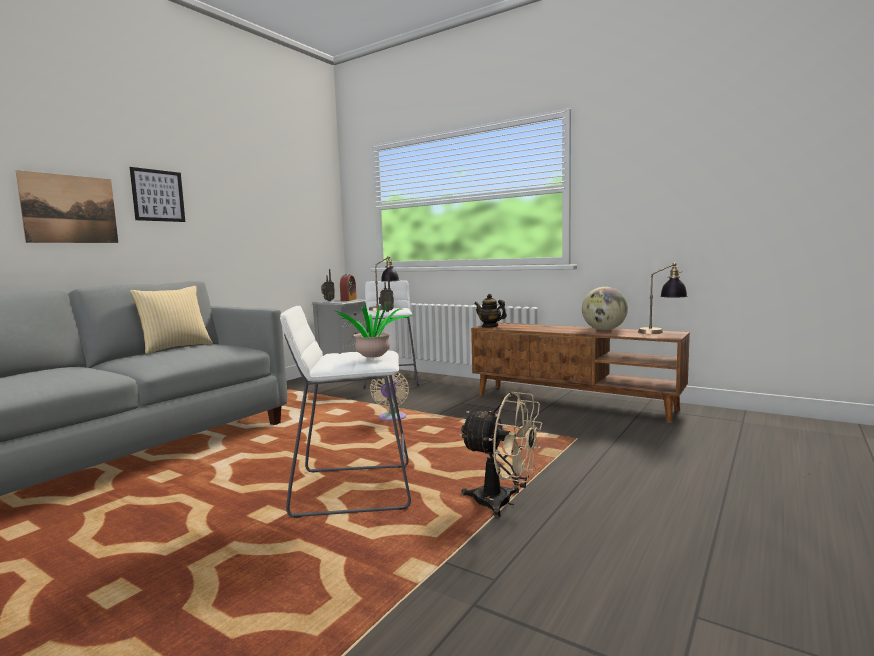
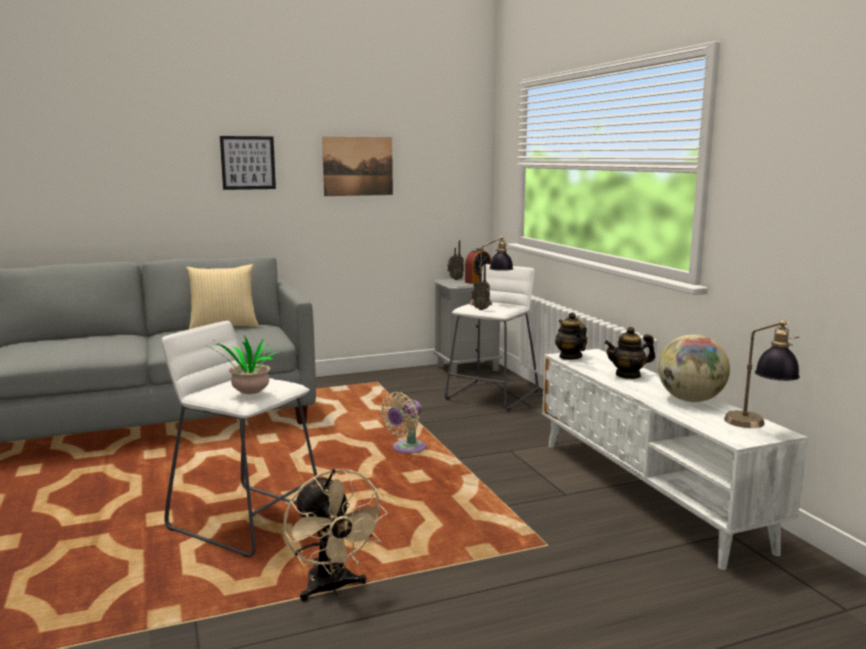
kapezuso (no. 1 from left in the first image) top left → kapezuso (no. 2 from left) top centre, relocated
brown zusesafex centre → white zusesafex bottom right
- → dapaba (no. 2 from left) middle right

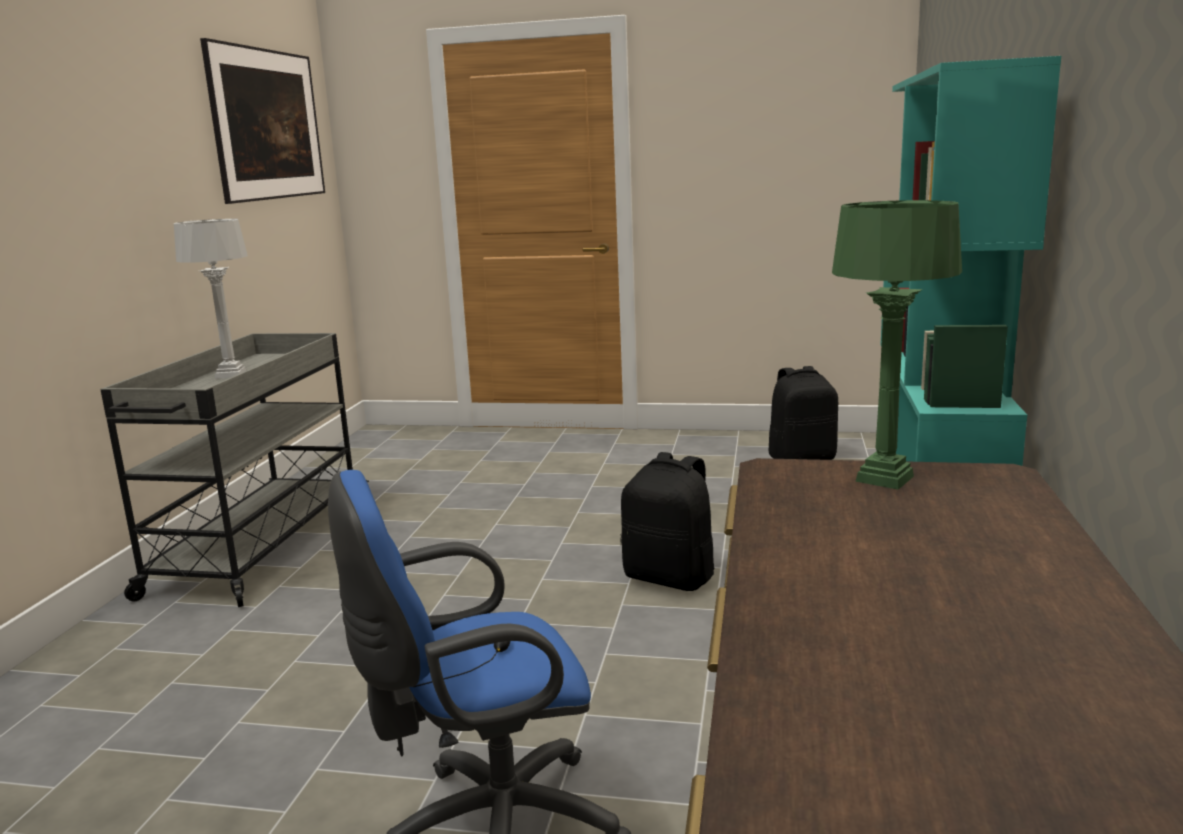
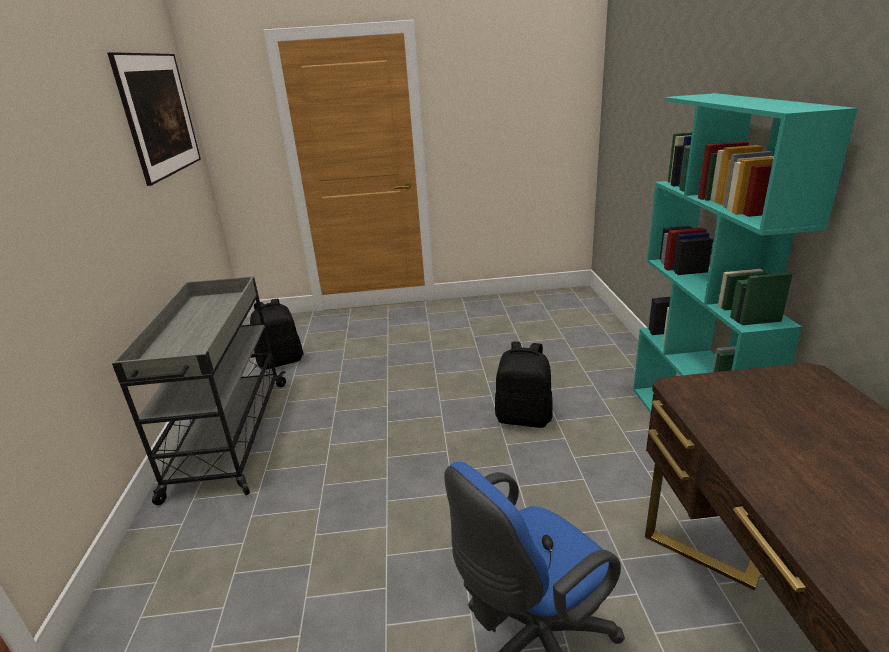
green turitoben middle right → -
grey turitoben middle left → -
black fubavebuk (no. 2 from left in the first image) middle right → black fubavebuk (no. 1 from left) middle left, relocated

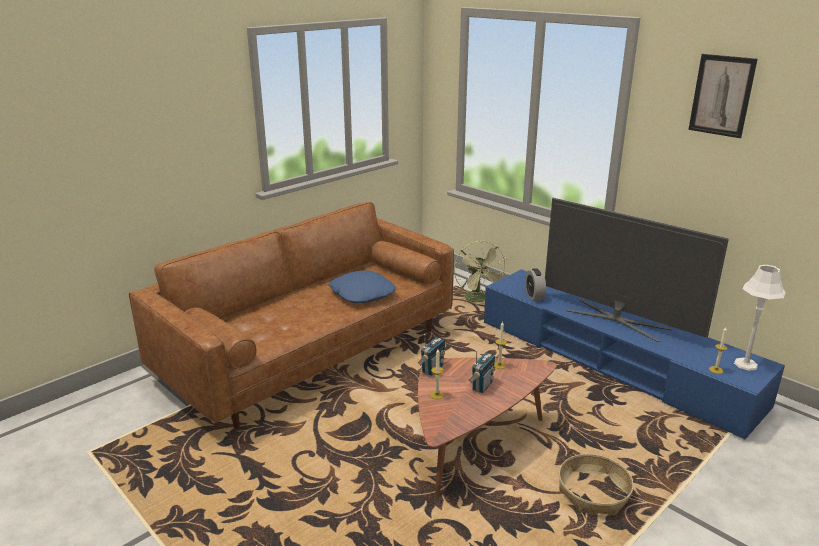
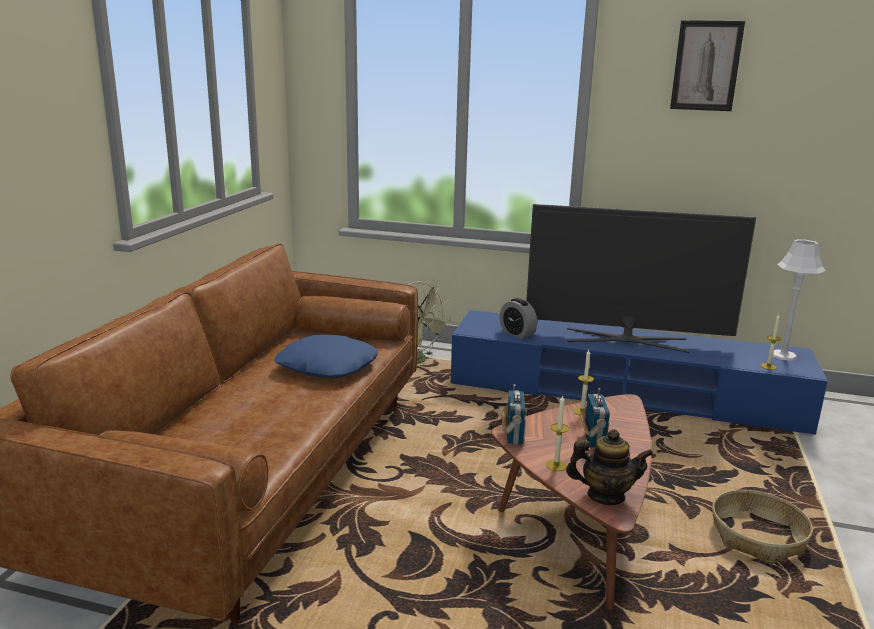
- → dapaba bottom right

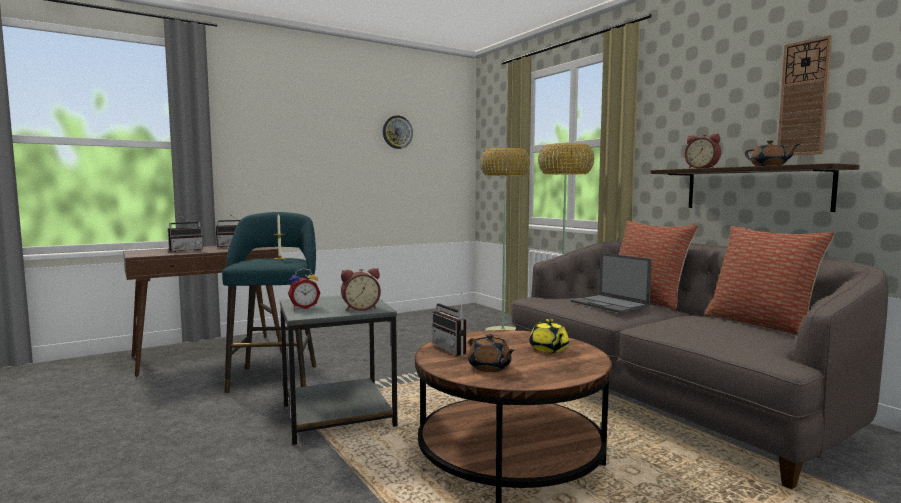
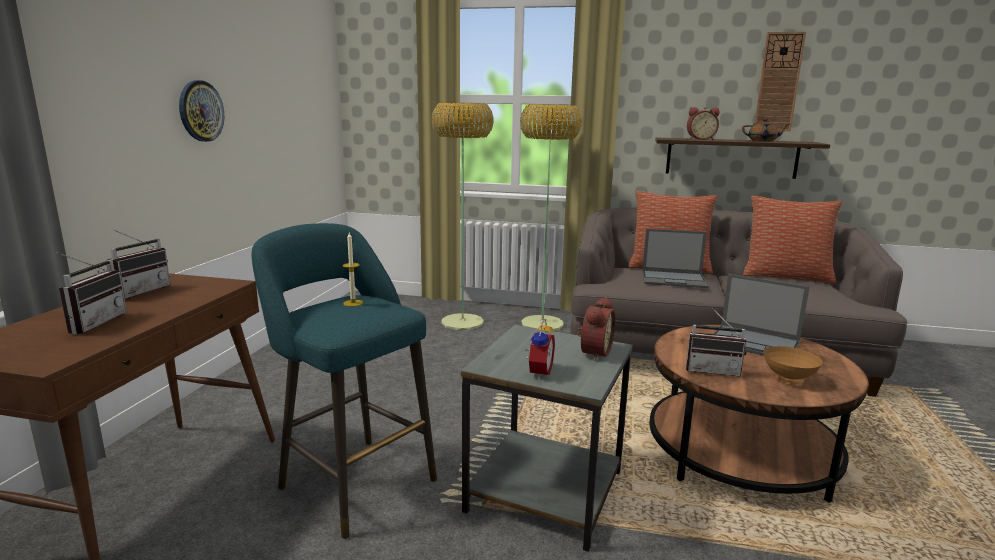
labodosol (no. 1 from left) top centre → labodosol (no. 1 from left) top left, relocated
yellow dapaba bottom centre → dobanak (no. 2 from left) middle right
brown dapaba (no. 1 from left) bottom centre → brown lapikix middle right

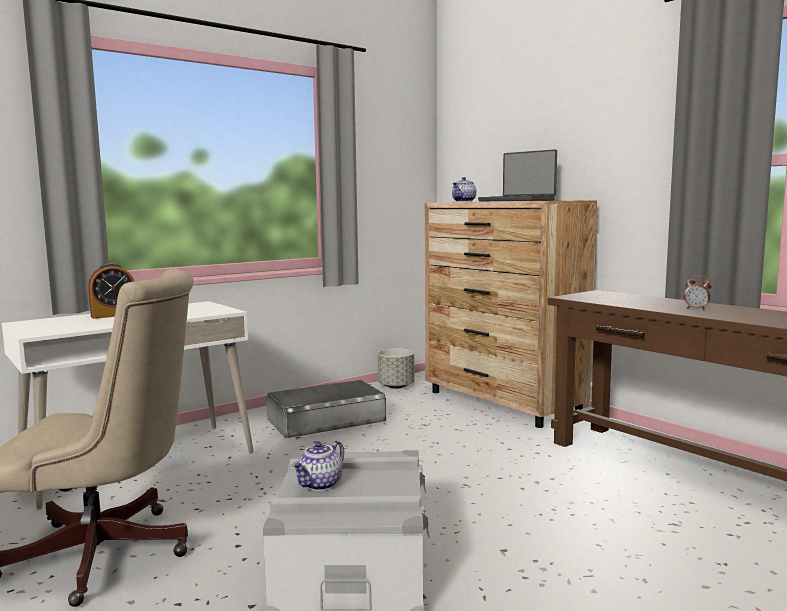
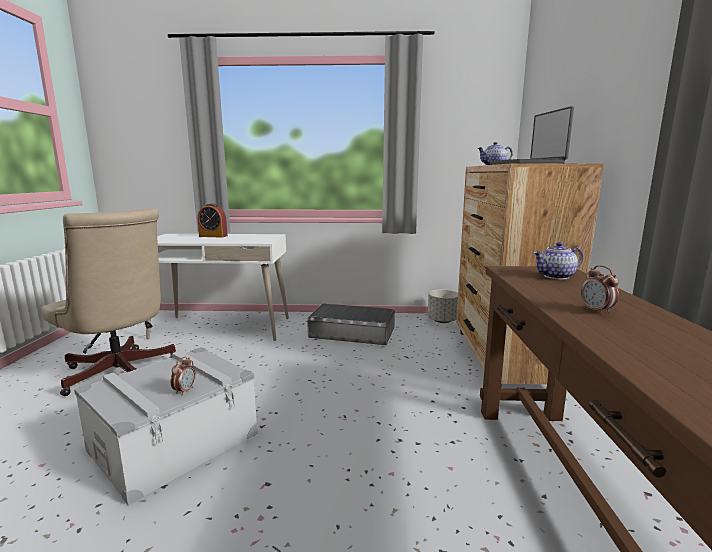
dapaba (no. 1 from left in the first image) bottom centre → dapaba (no. 2 from left) middle right, relocated
- → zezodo (no. 1 from left) bottom left

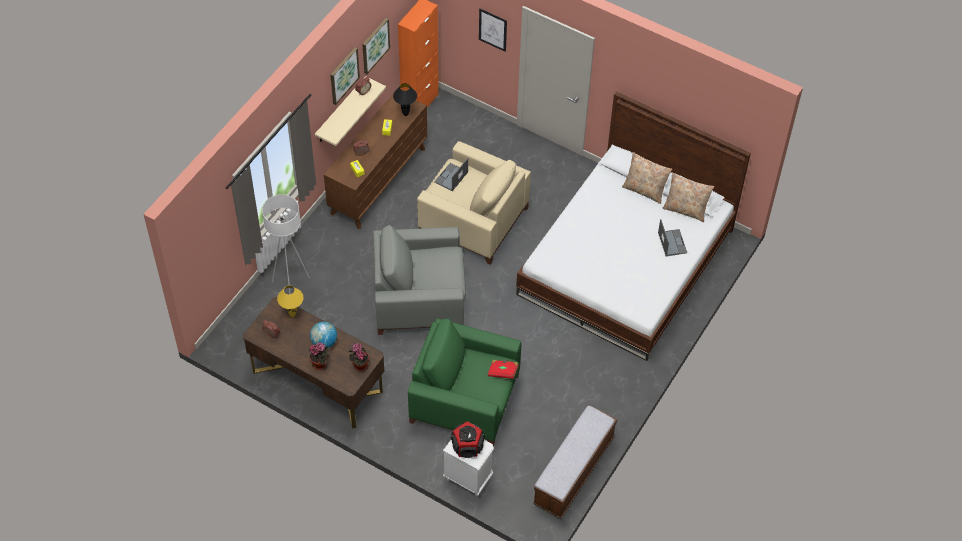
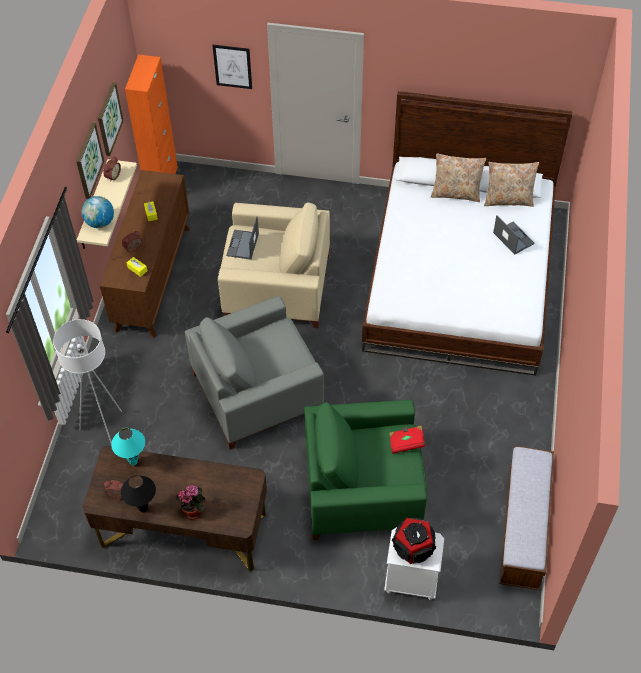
black turitoben top centre → black turitoben bottom left, relocated
yellow turitoben middle left → turquoise turitoben middle left
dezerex centre → dezerex top left, relocated
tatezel (no. 2 from left) centre → -

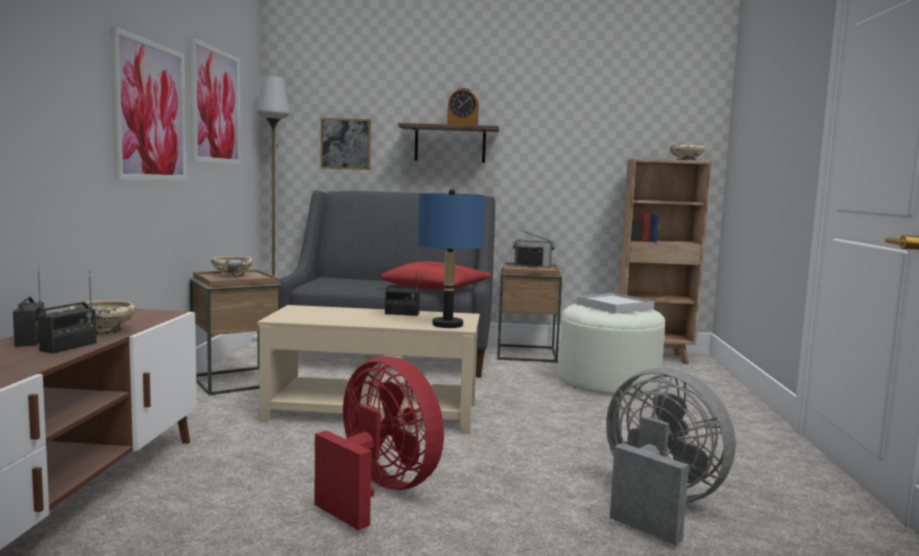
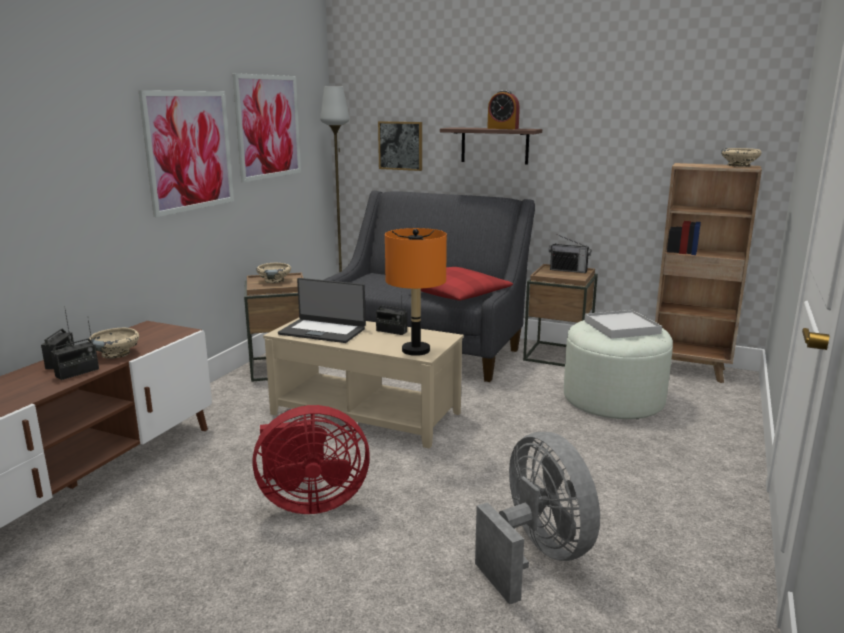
blue turitoben centre → orange turitoben centre
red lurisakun bottom centre, 105 degrees clockwise
- → dobanak centre

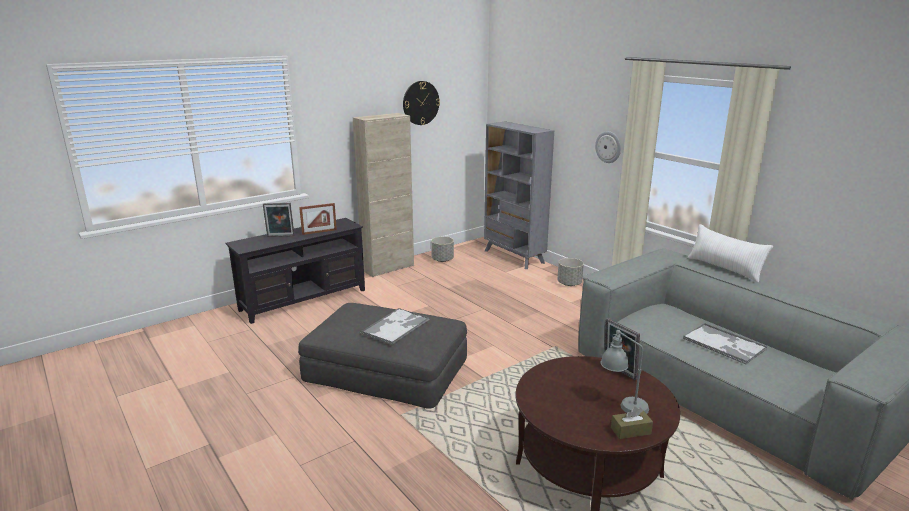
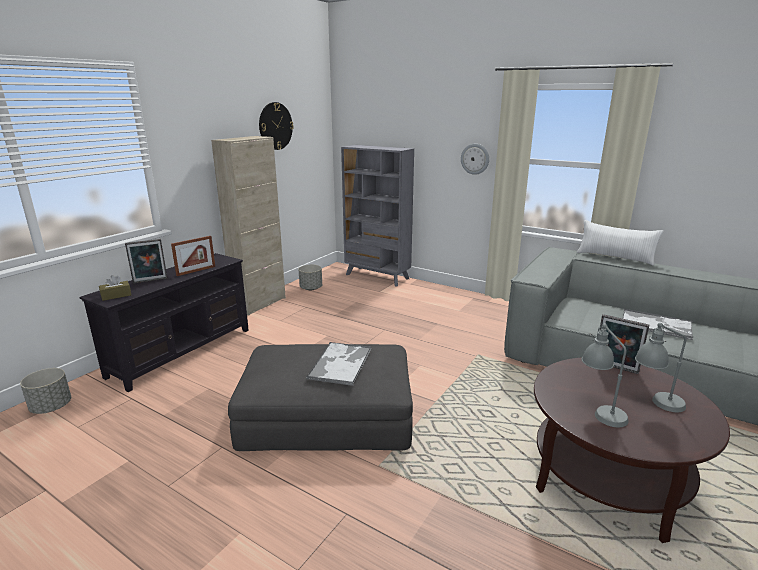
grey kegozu (no. 2 from left in the first image) centre → grey kegozu (no. 1 from left) bottom left, relocated
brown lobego bottom right → brown lobego middle left, relocated
- → grey turitoben (no. 1 from left) middle right

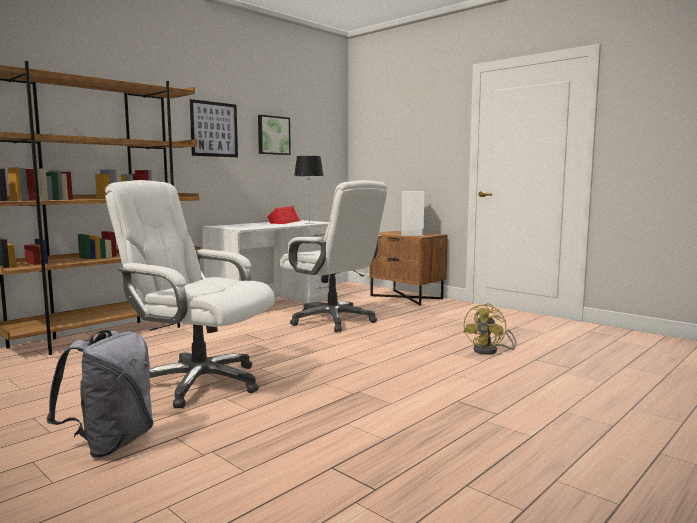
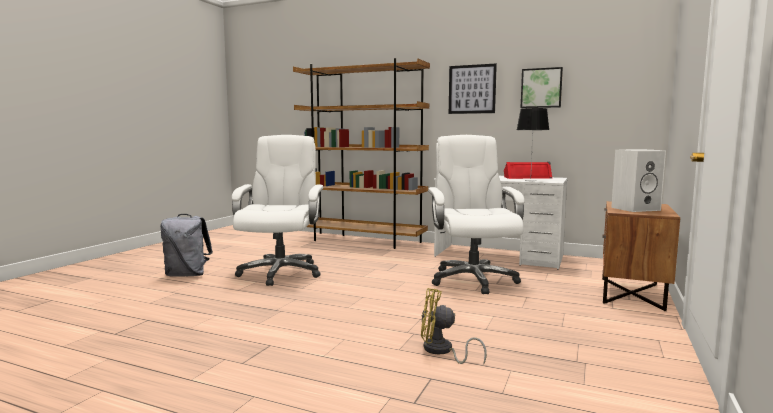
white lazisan (no. 2 from left) centre, 150 degrees clockwise

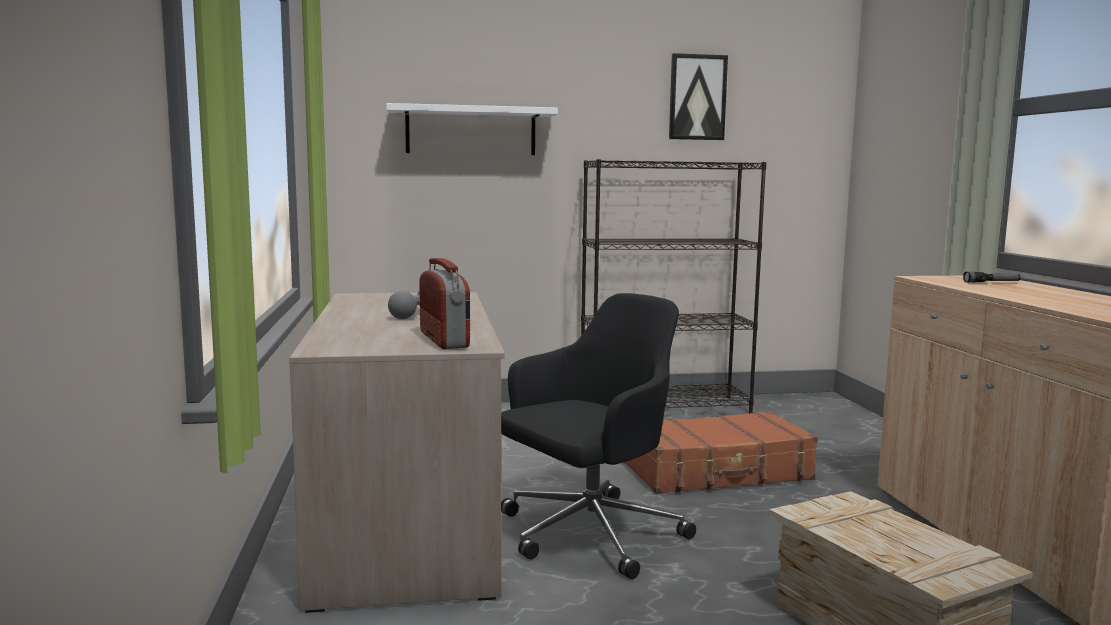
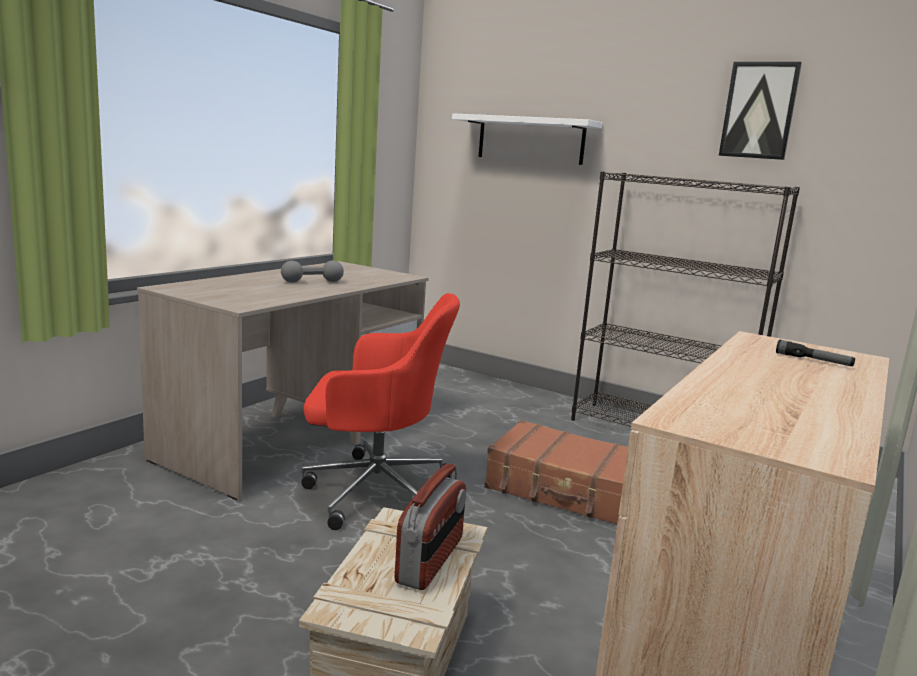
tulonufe centre → tulonufe bottom centre, relocated
black lazisan bottom centre → red lazisan centre

